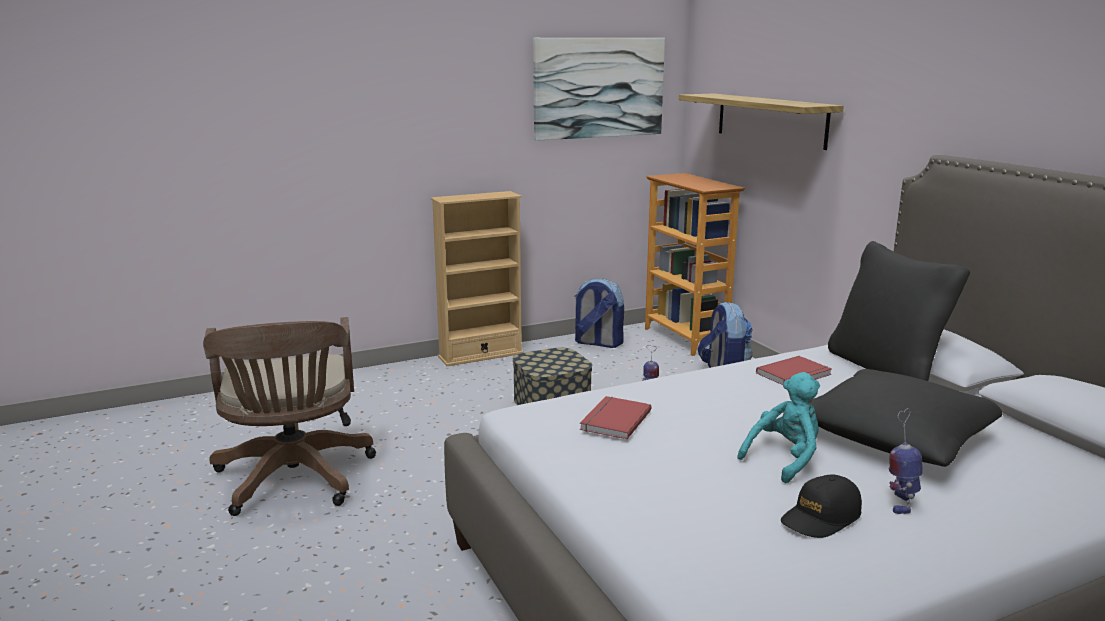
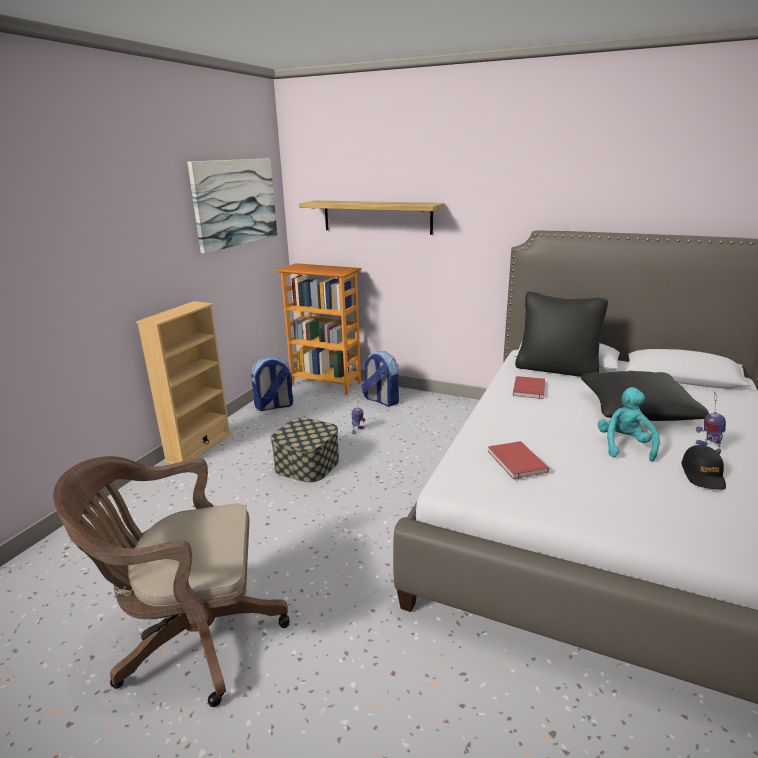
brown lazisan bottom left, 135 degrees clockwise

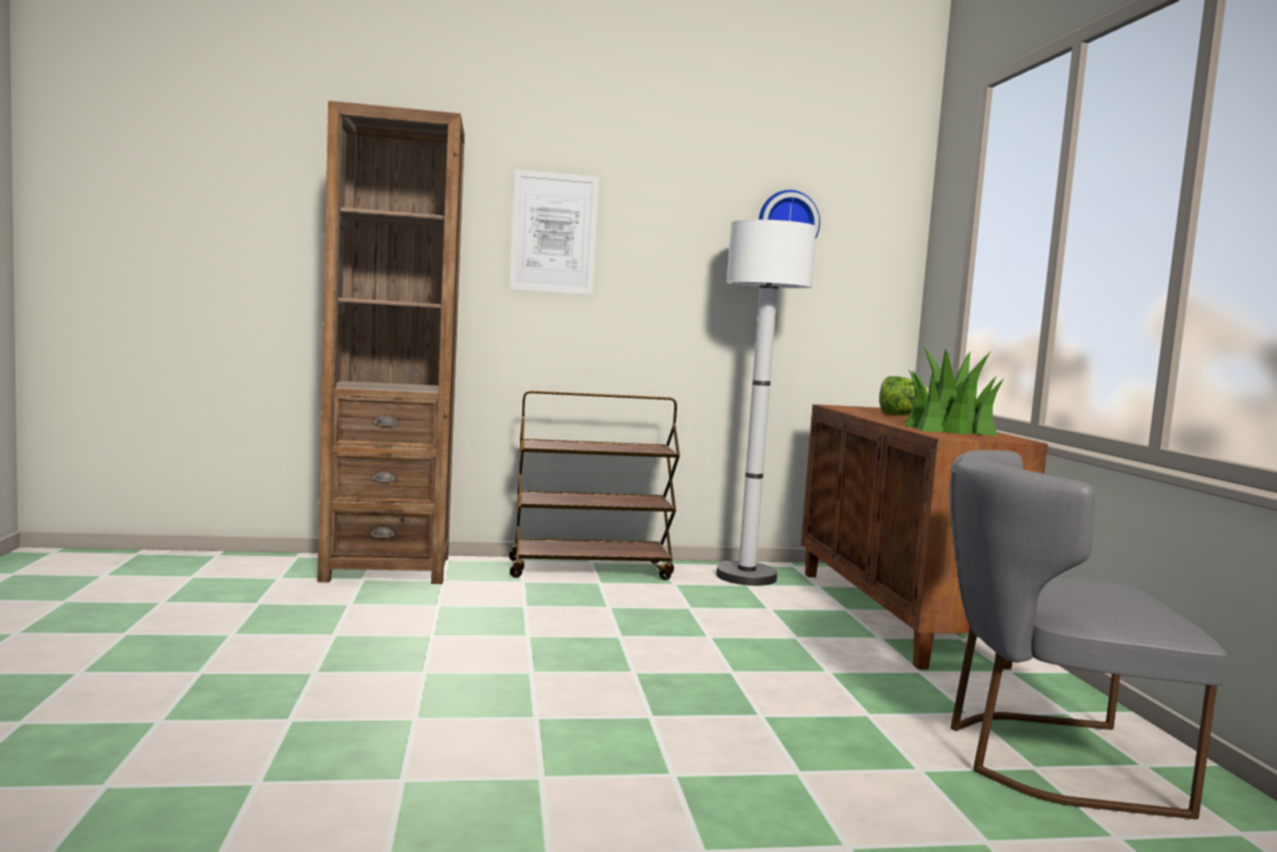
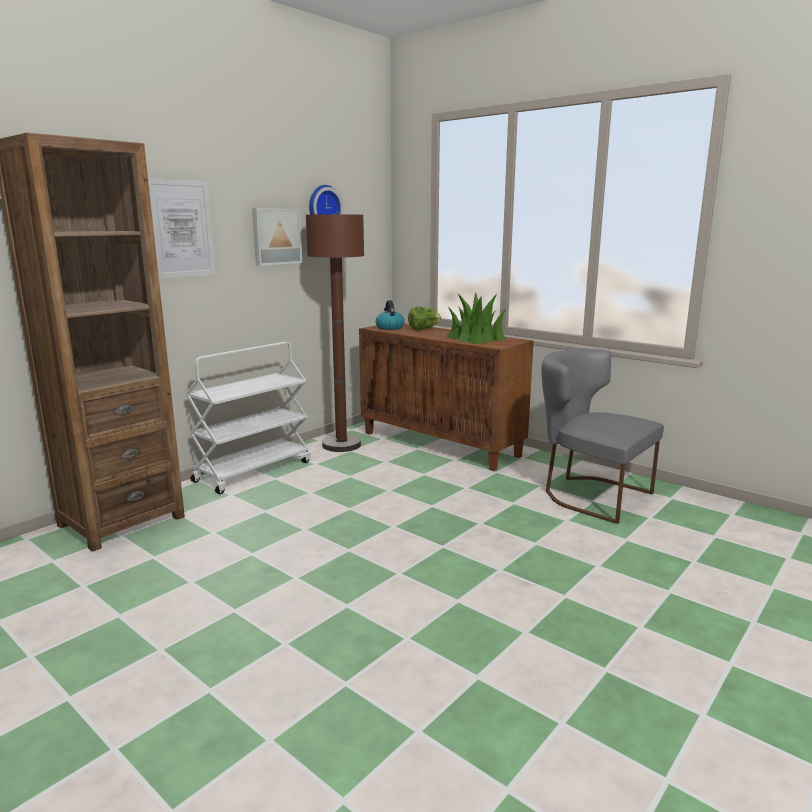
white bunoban centre → brown bunoban centre
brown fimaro centre → white fimaro middle left
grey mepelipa bottom right → grey mepelipa middle right, 75 degrees clockwise
- → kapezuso (no. 2 from left) top centre
- → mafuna centre

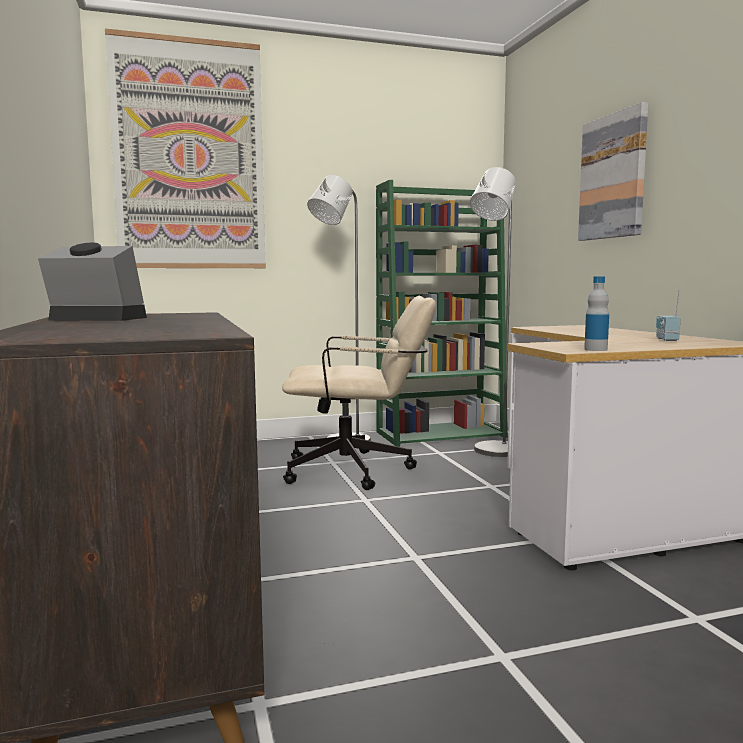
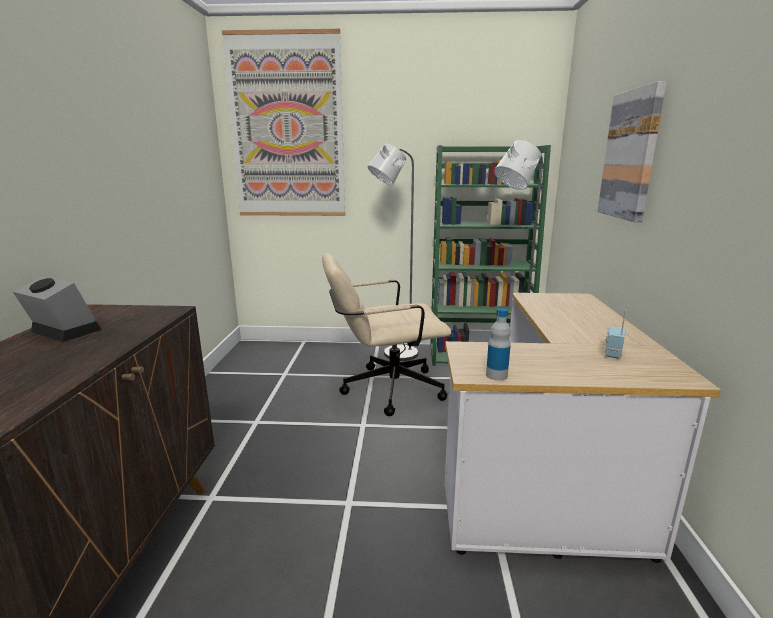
beige lazisan centre, 150 degrees clockwise

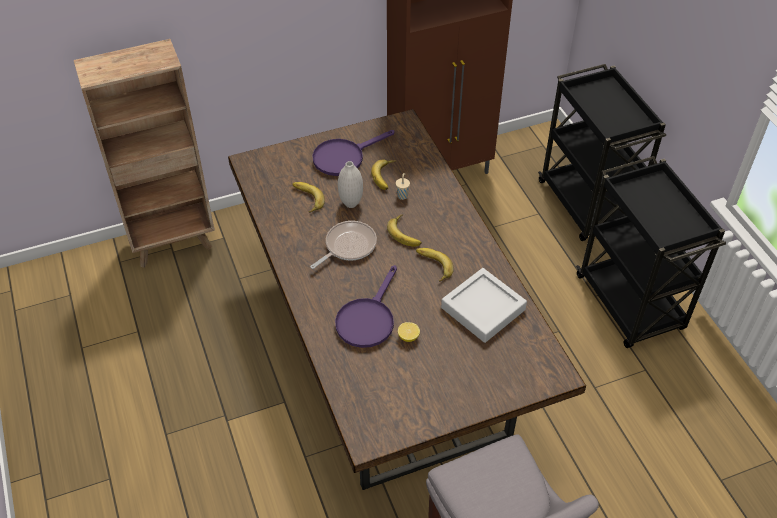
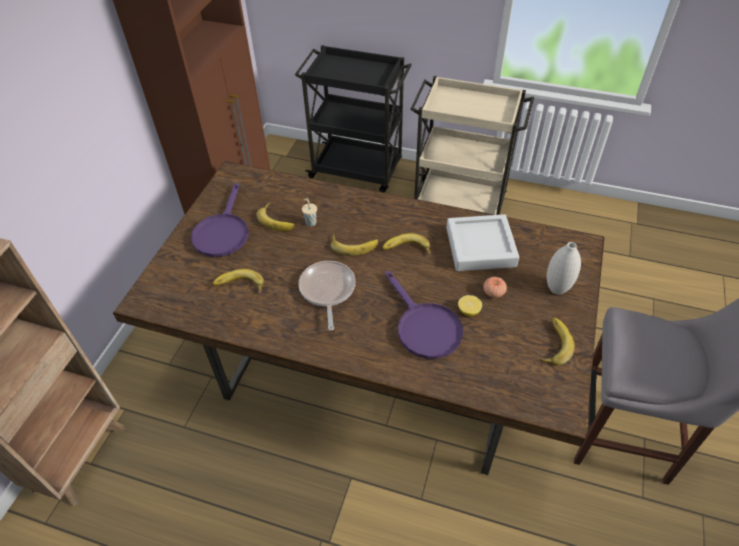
black fimaro (no. 2 from left) middle right → beige fimaro top centre
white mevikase centre → white mevikase middle right, relocated
- → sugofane middle right
- → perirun (no. 5 from left) middle right

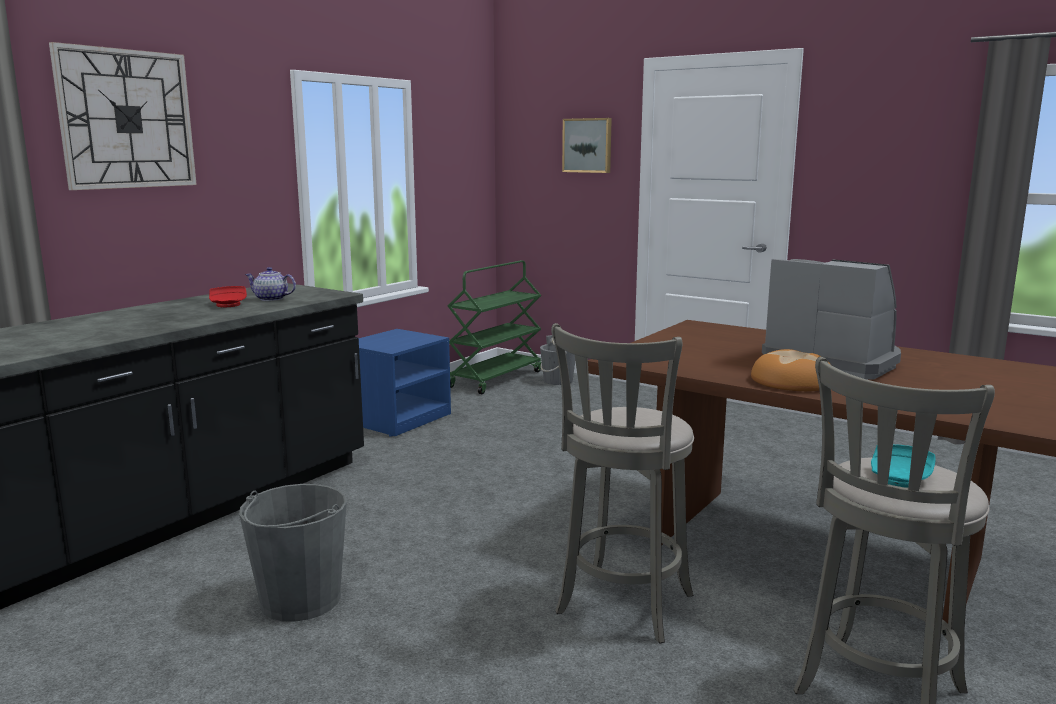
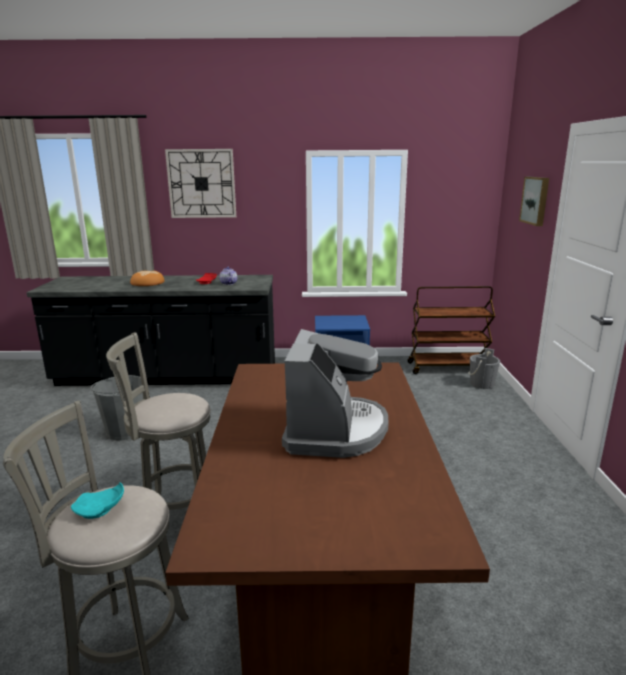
green fimaro centre → brown fimaro middle right
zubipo middle right → zubipo middle left, relocated

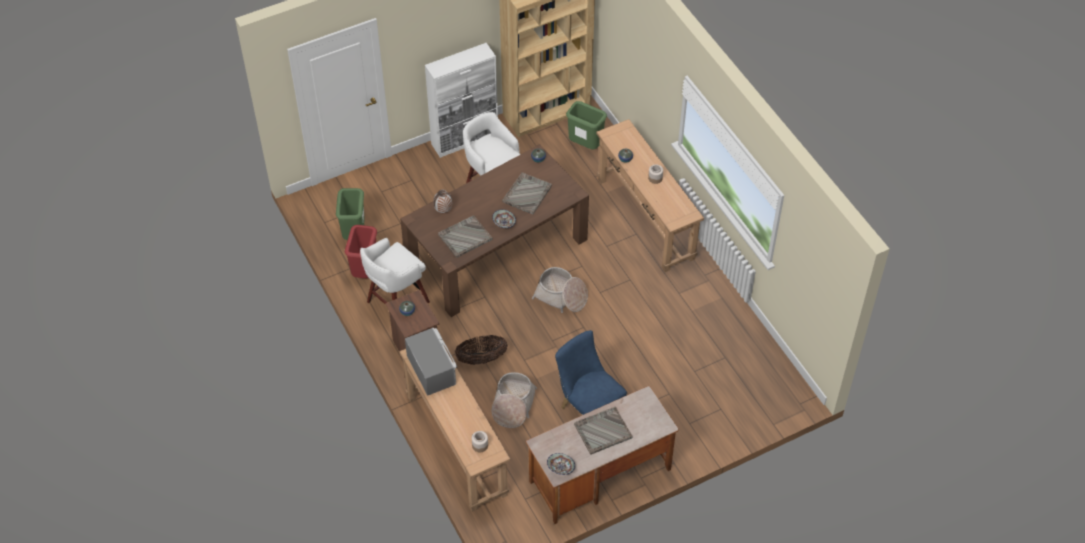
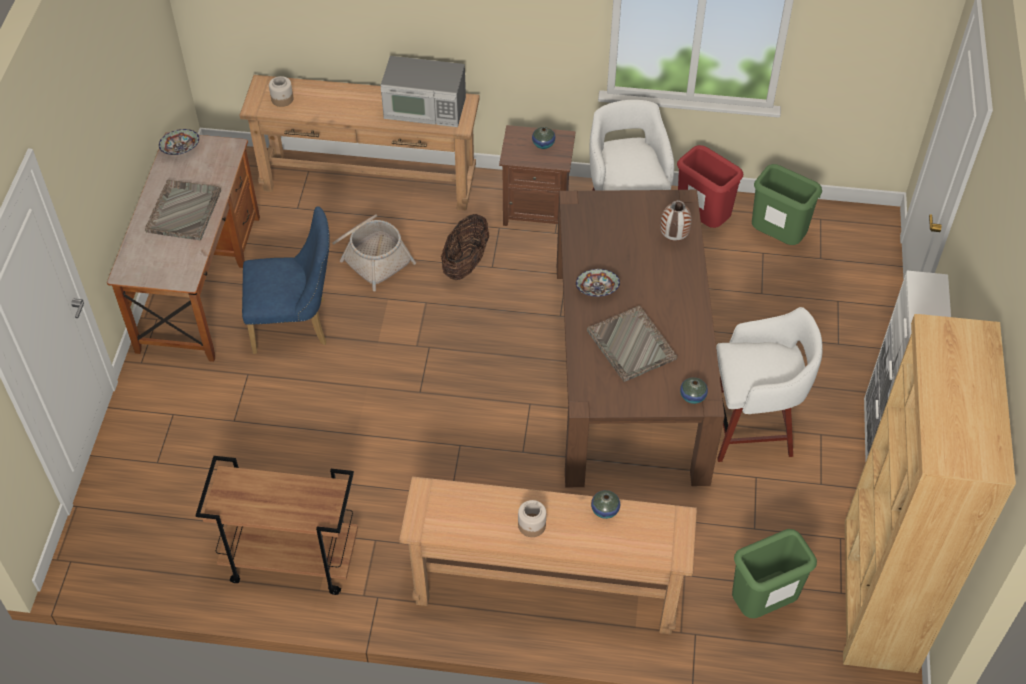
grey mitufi (no. 1 from left) centre → -
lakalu (no. 3 from left) centre → -
- → brown fimaro bottom left

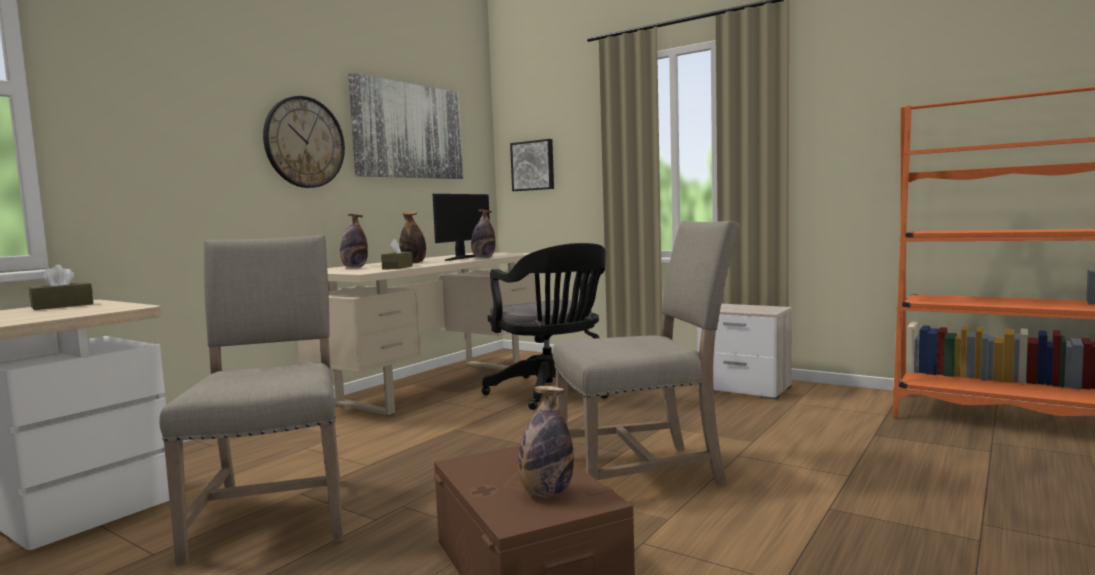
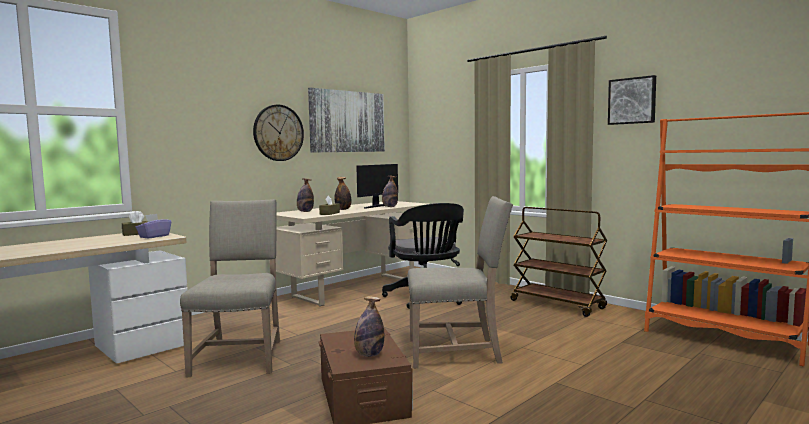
kapezuso (no. 2 from left) top centre → kapezuso (no. 2 from left) top right, relocated
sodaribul middle right → brown fimaro middle right
- → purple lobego middle left

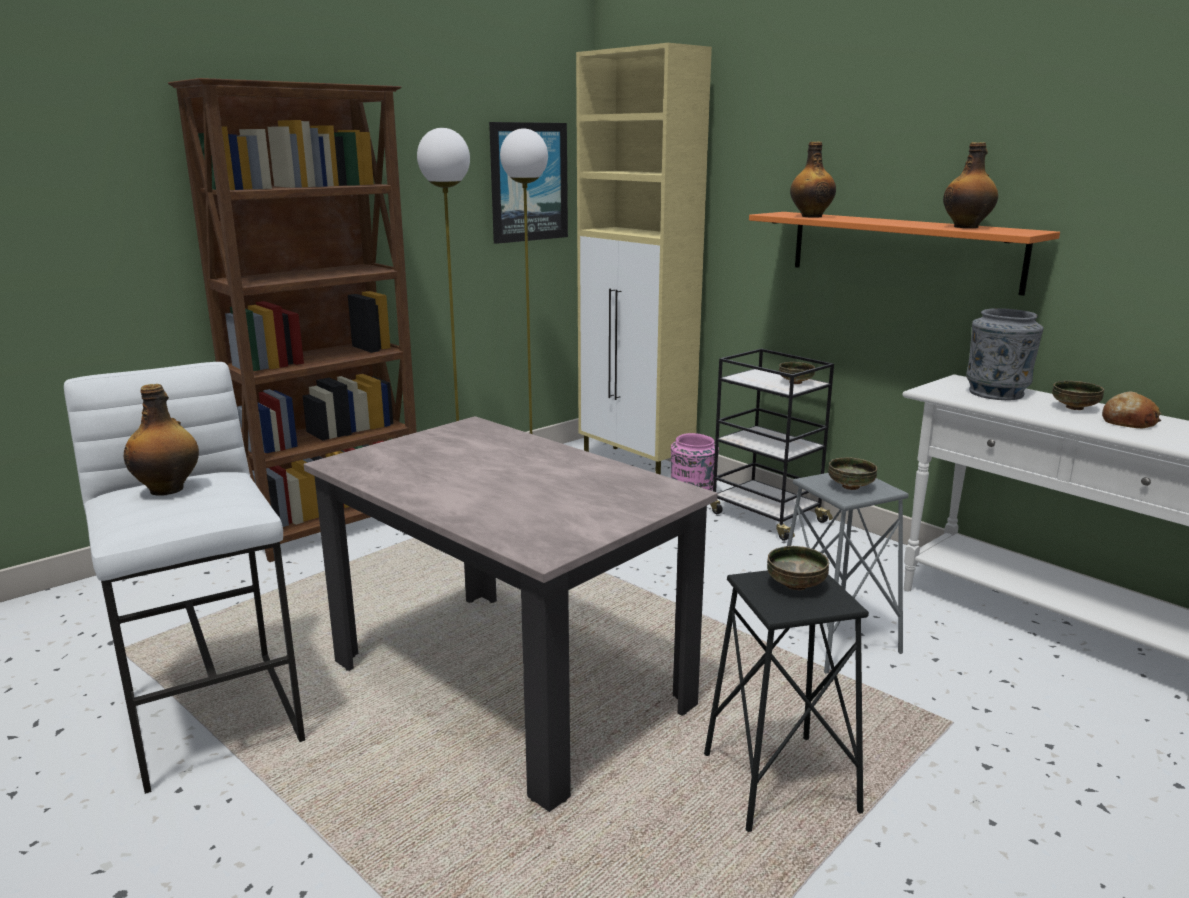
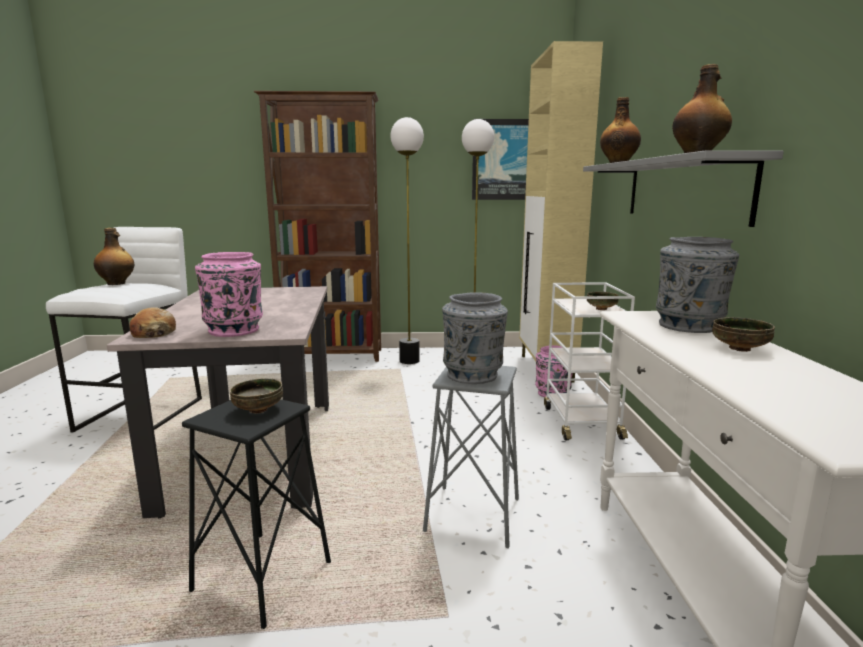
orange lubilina top right → grey lubilina top right
black fimaro centre → white fimaro middle right
zubipo middle right → zubipo middle left, relocated
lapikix (no. 3 from left) middle right → grey mevikase (no. 1 from left) centre
- → pink mevikase (no. 1 from left) middle left

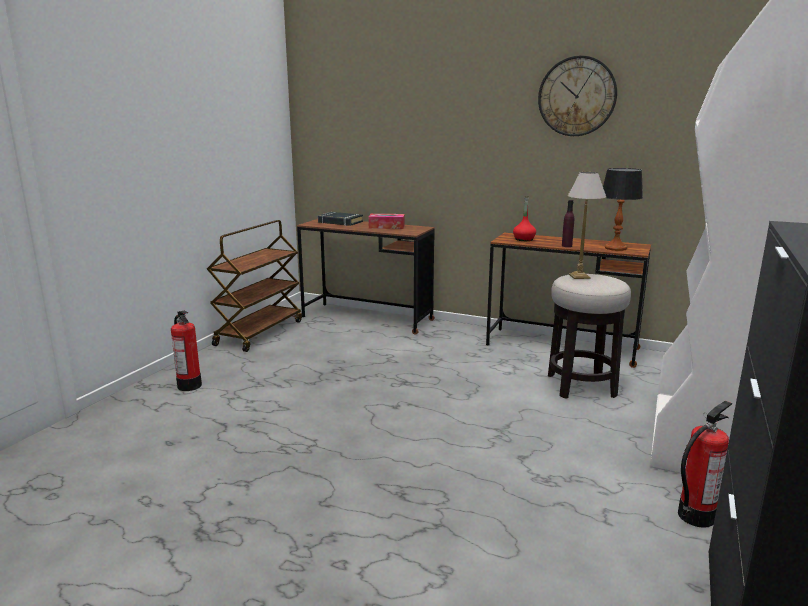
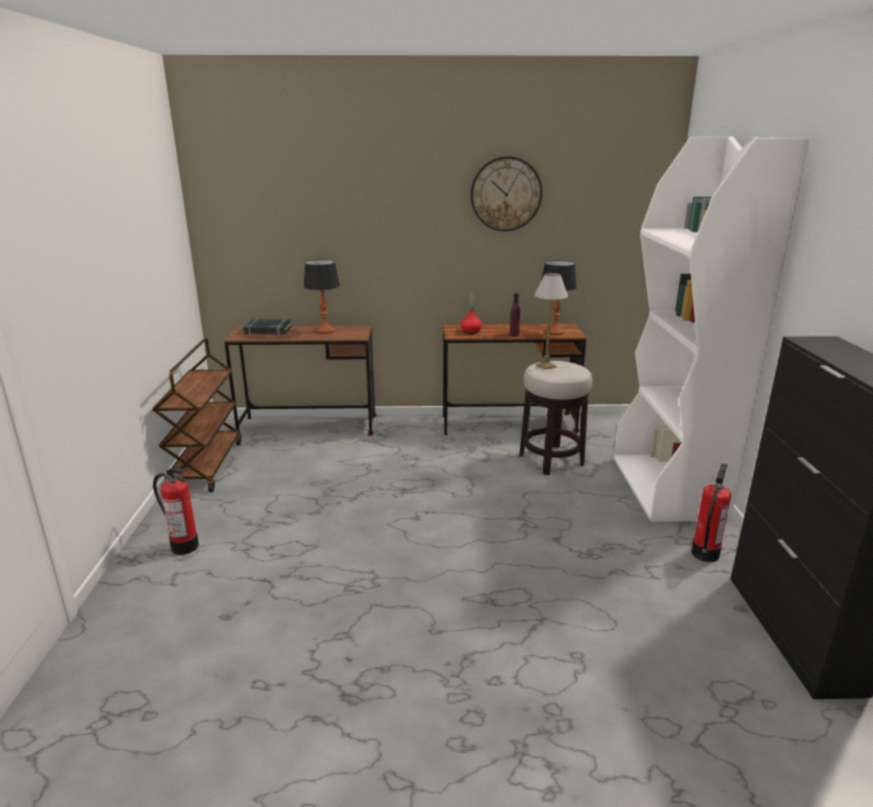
lobego centre → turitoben (no. 1 from left) centre

